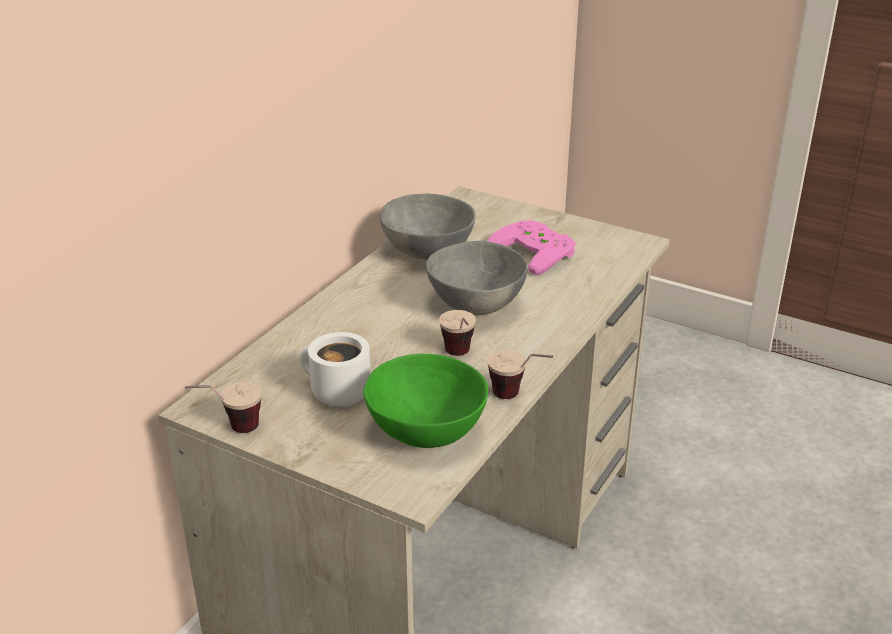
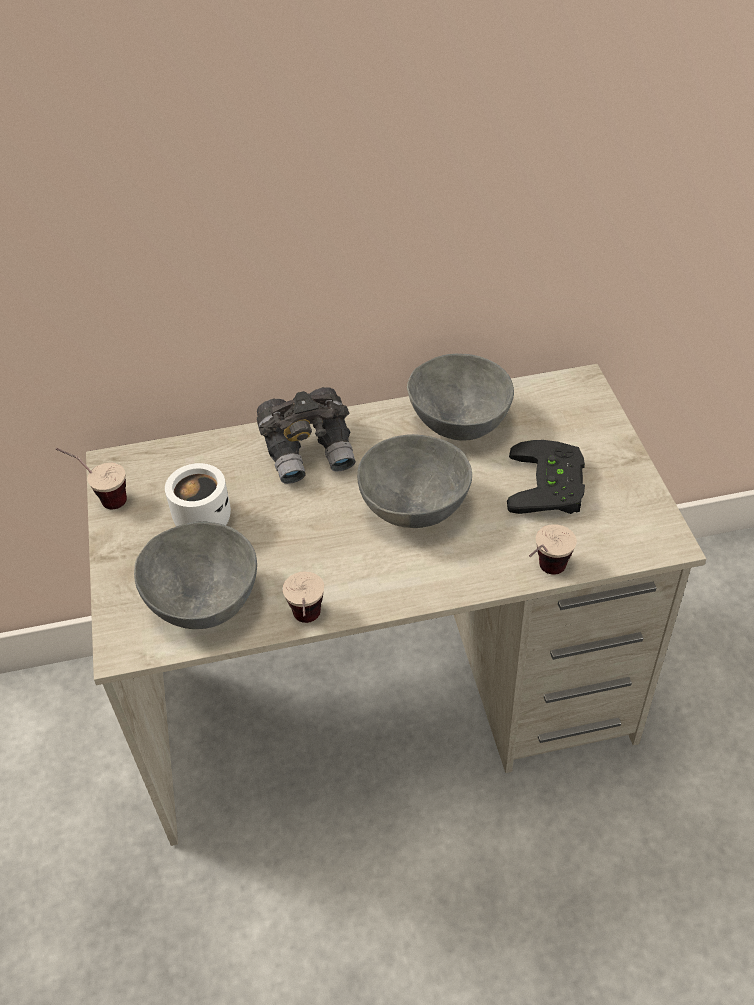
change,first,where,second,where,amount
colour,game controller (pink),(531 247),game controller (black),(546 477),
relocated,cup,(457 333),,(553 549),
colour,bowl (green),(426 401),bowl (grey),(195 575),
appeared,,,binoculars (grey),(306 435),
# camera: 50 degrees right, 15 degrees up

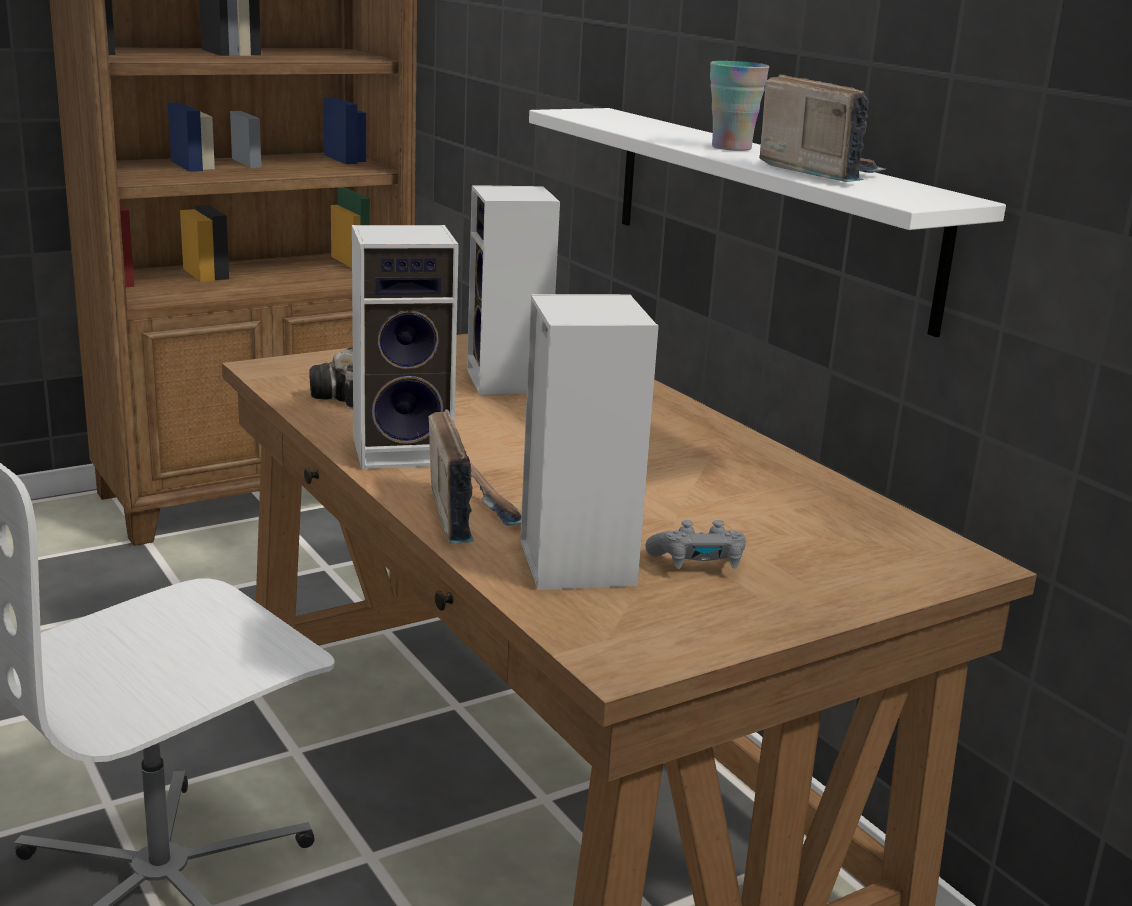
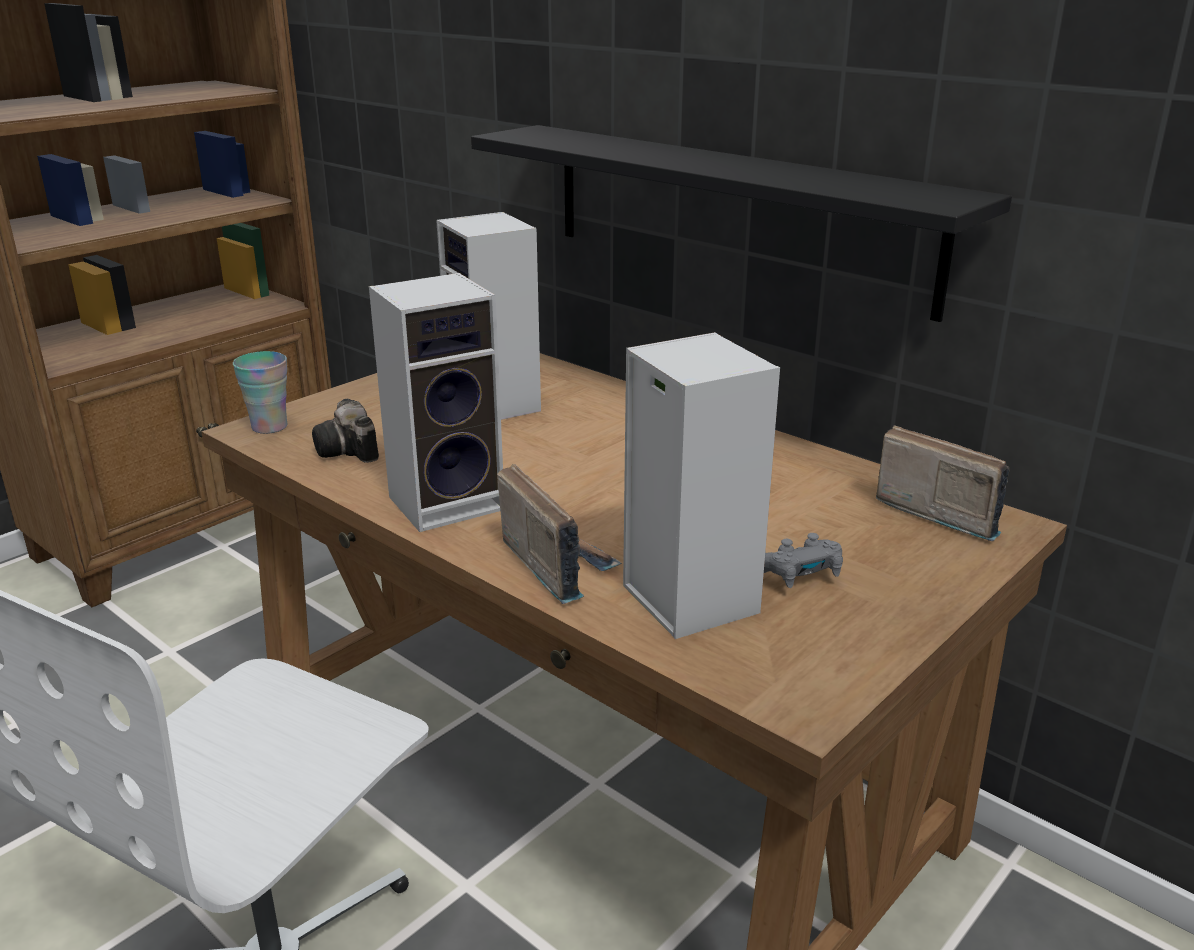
change,first,where,second,where,amount
relocated,cup,(739 106),,(260 392),
relocated,radio,(822 128),,(943 483),
colour,shelf (white),(767 222),shelf (black),(741 223),
# camera: 15 degrees left, 5 degrees up

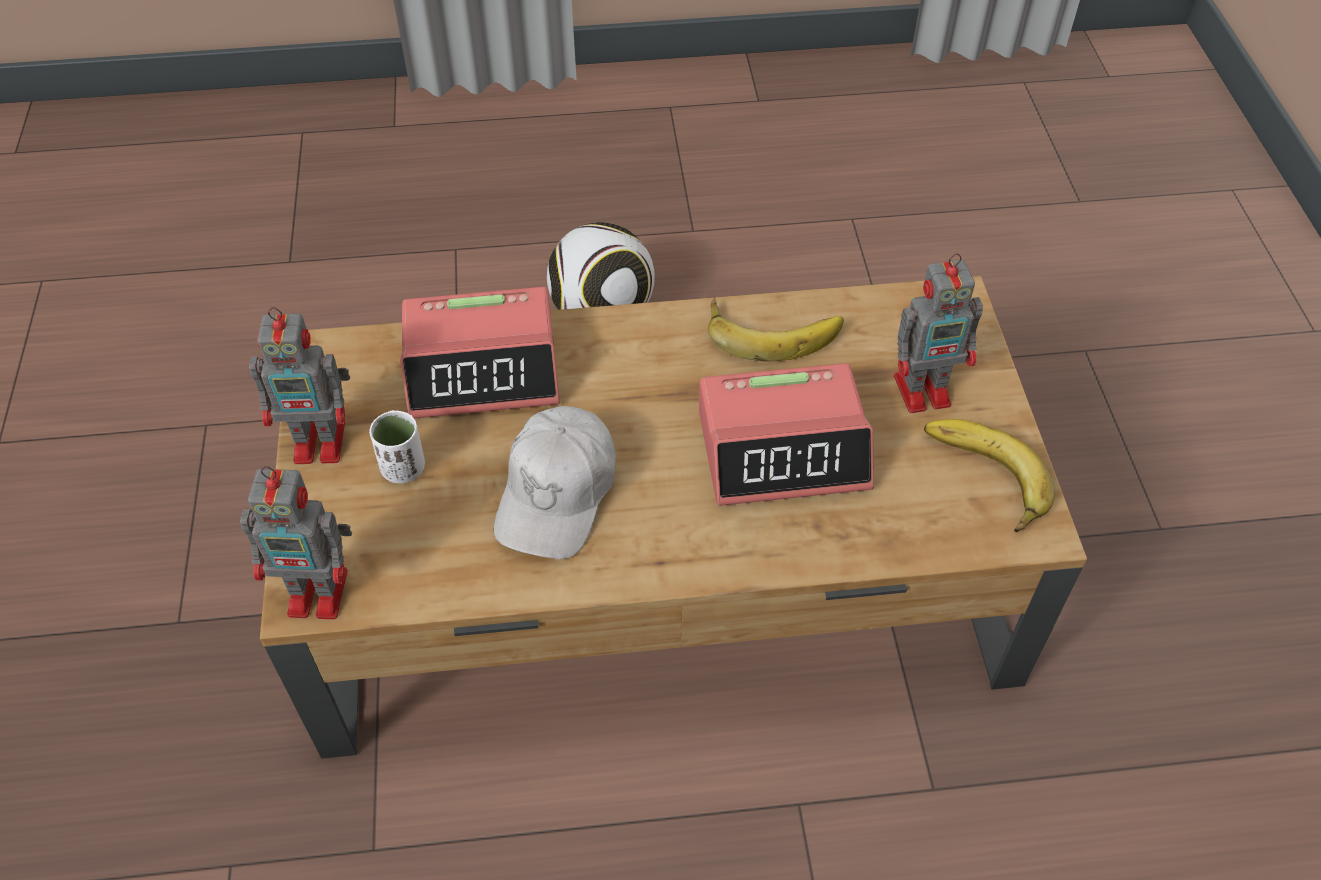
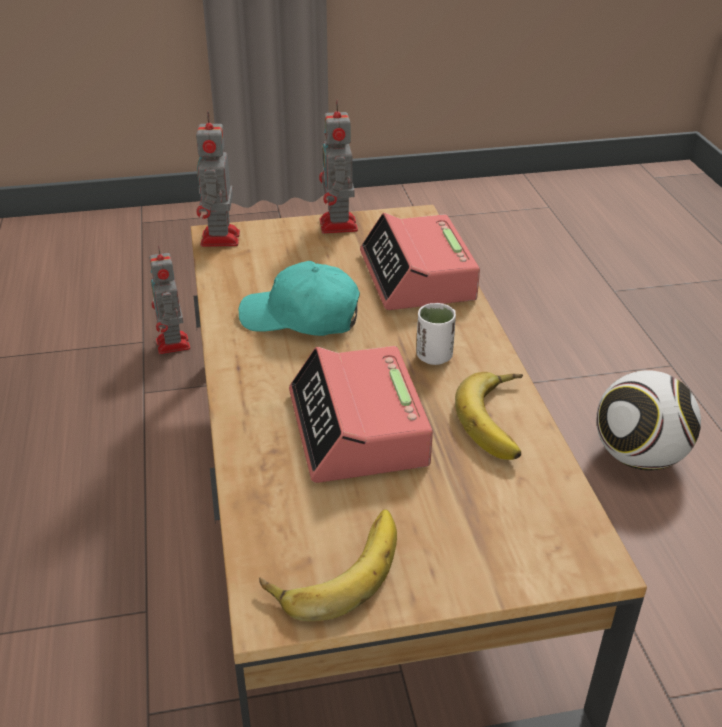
change,first,where,second,where,amount
relocated,toy robot,(938 333),,(169 299),
colour,cap (white),(555 482),cap (turquoise),(299 298),
relocated,cup (white),(397 447),,(436 334),
# camera: 85 degrees right, 15 degrees down

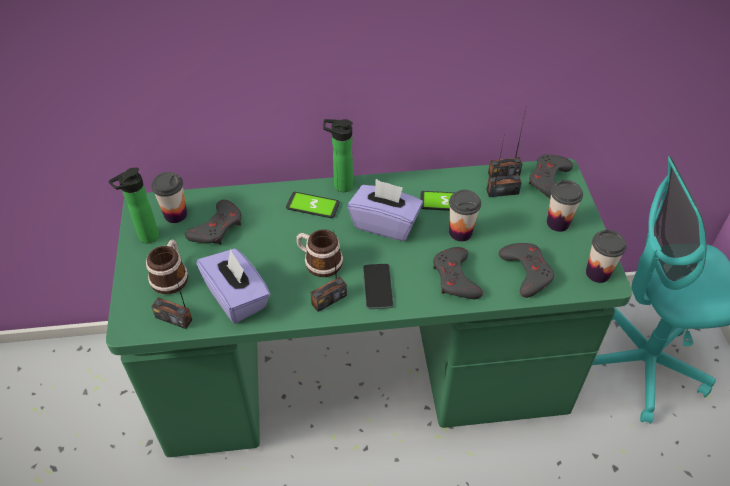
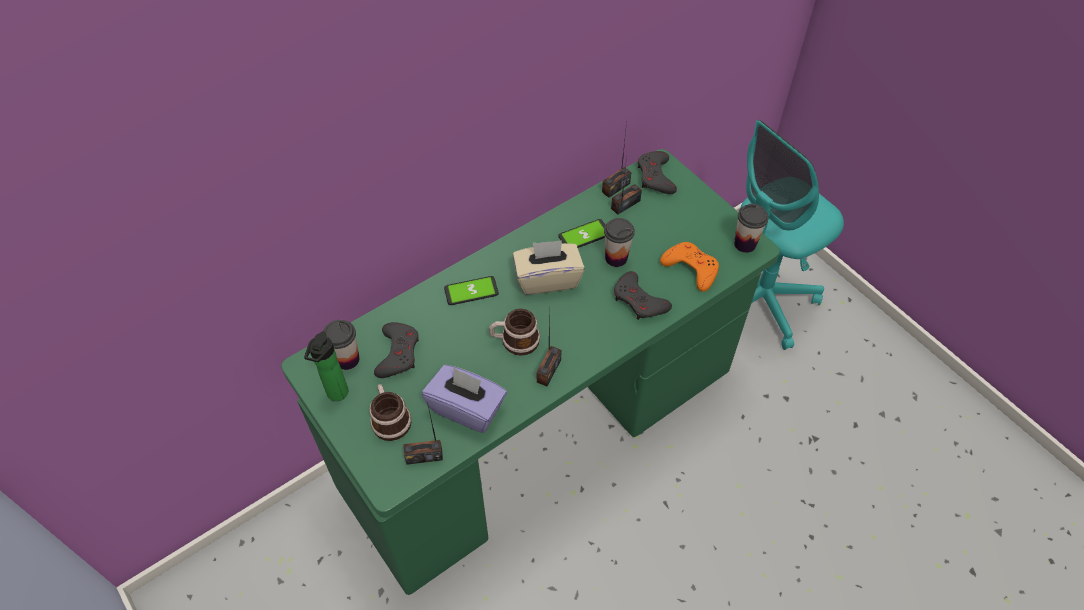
change,first,where,second,where,amount
missing,bottle,(338 155),,,
colour,tissue box (purple),(385 210),tissue box (beige),(549 267),
missing,cup,(565 206),,,
colour,game controller (grey),(526 270),game controller (orange),(689 267),
missing,phone,(378 286),,,
# camera: 30 degrees left, 5 degrees up

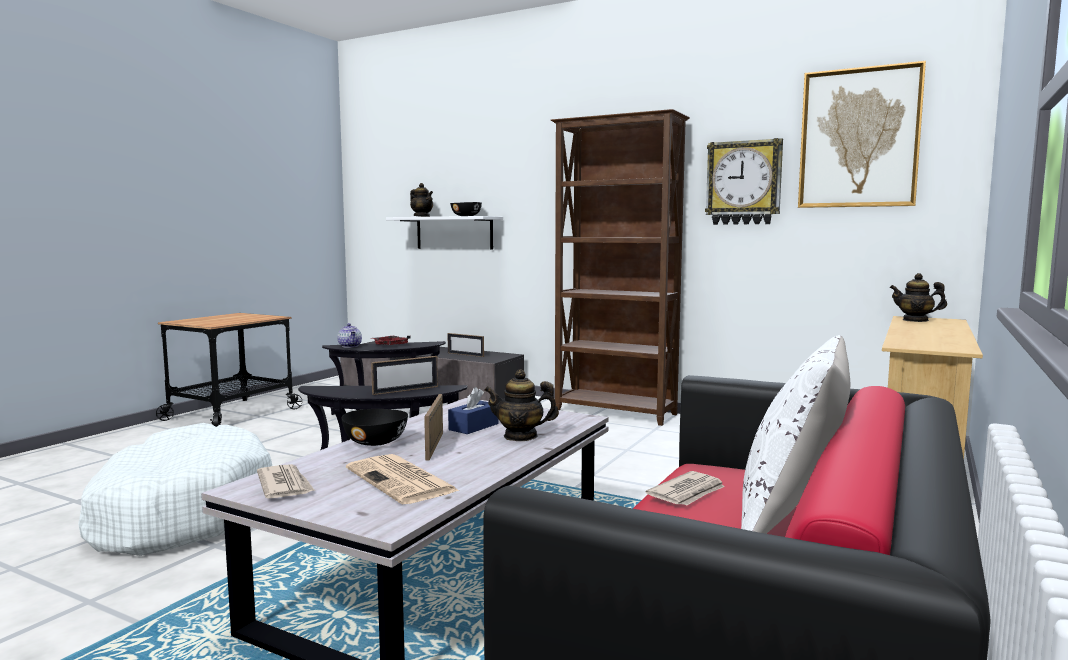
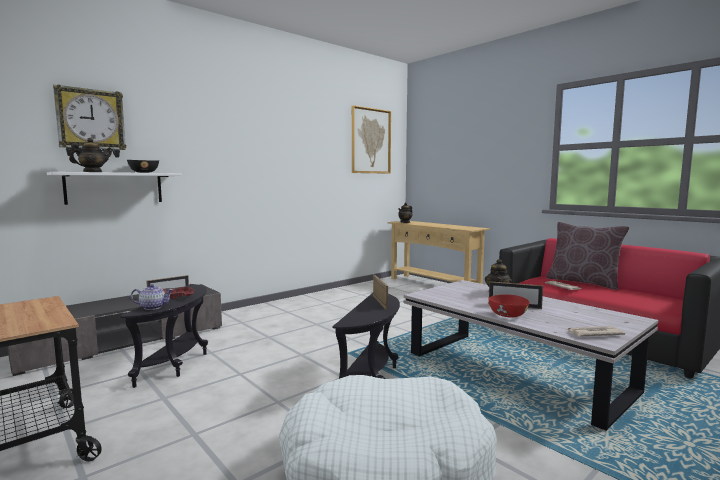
change,first,where,second,where,amount
missing,bookcase (brown),(620 267),,,
relocated,wall clock,(744 181),,(90 120),
colour,pillow (white),(795 434),pillow (brown),(587 256),
missing,tissue box (blue),(473 410),,,
colour,bowl (black),(374 427),bowl (red),(509 306),
missing,newspaper,(403 479),,,
# camera: 70 degrees left, 0 degrees up

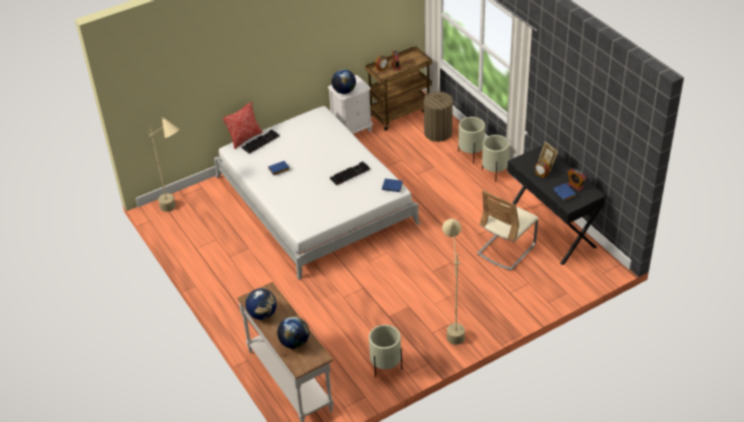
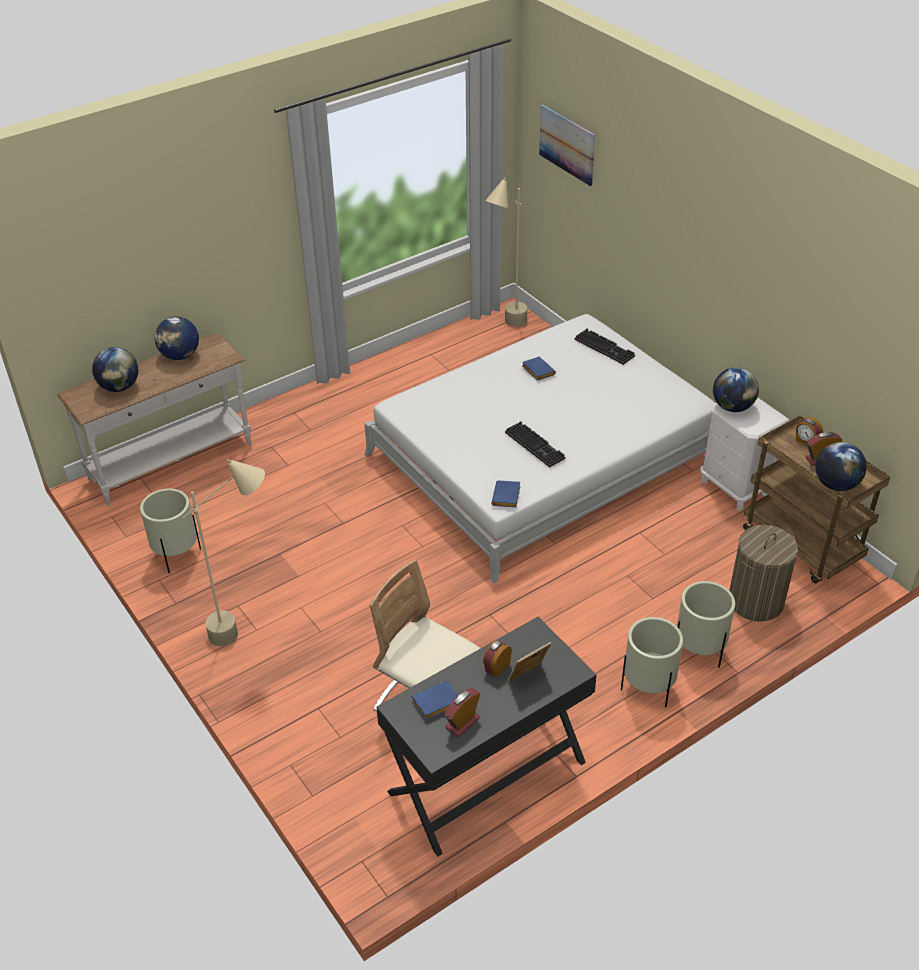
change,first,where,second,where,amount
missing,pillow,(243 125),,,
appeared,,,picture,(567 145),
appeared,,,globe,(841 466),
# camera: 85 degrees right, 0 degrees up

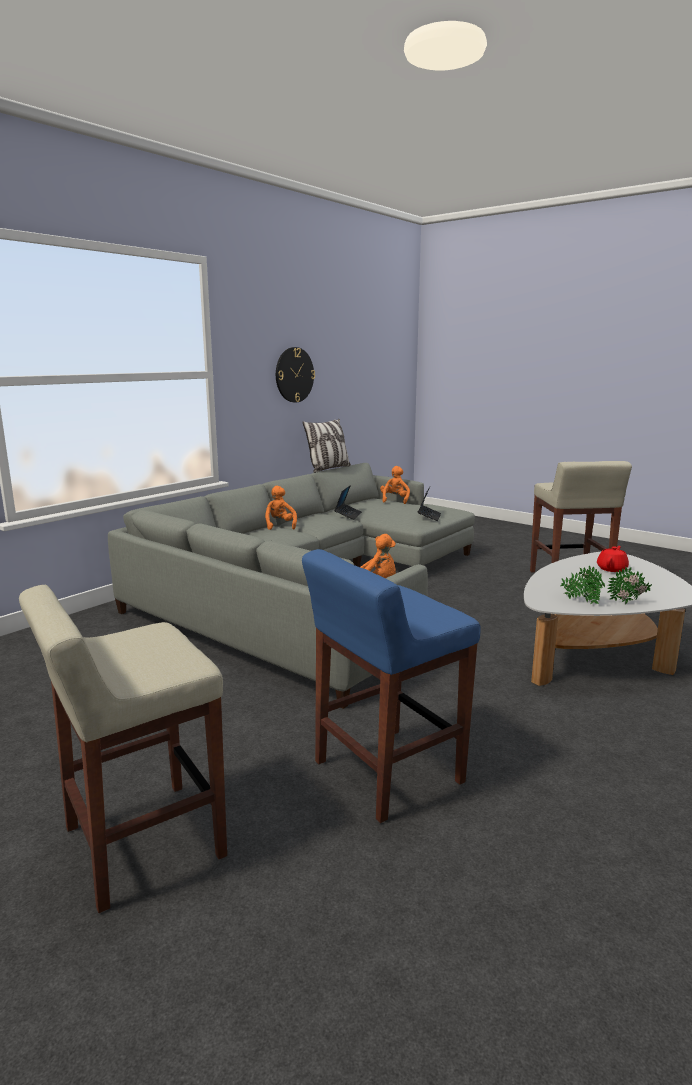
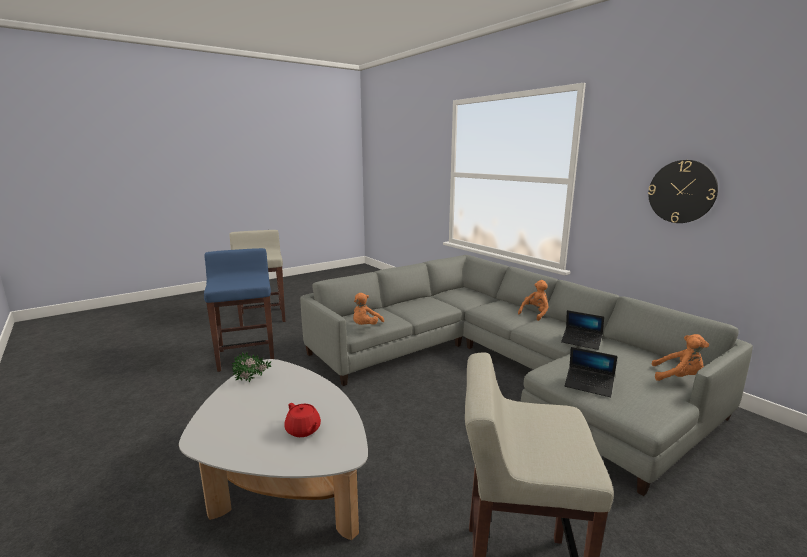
change,first,where,second,where,amount
missing,pillow,(326 446),,,
spun,plush toy (orange),(281 508),,(533 300),45 degrees counterclockwise
missing,potted plant,(629 585),,,
# camera: 105 degrees right, 0 degrees up

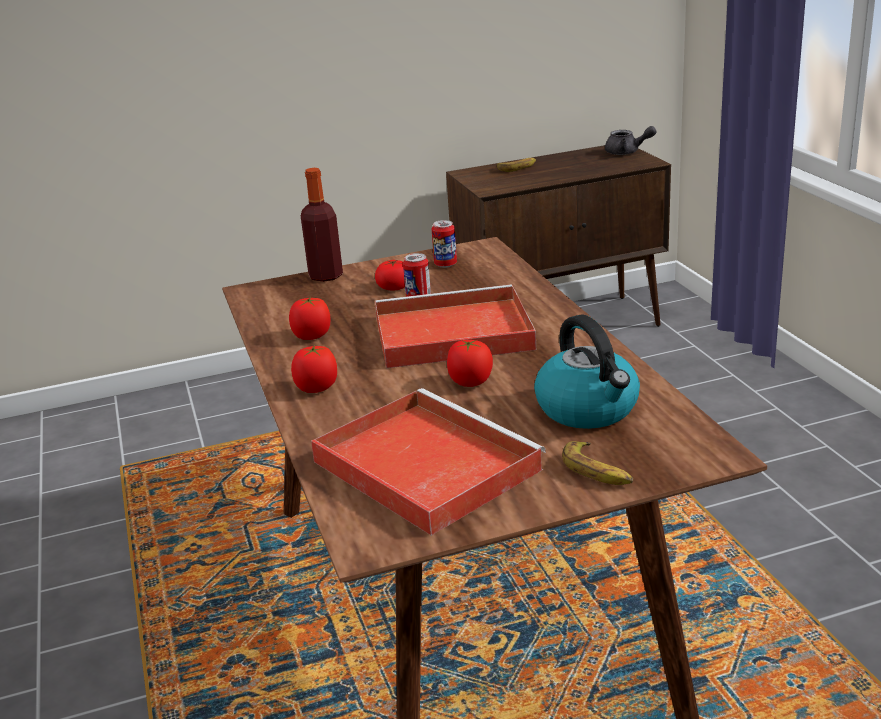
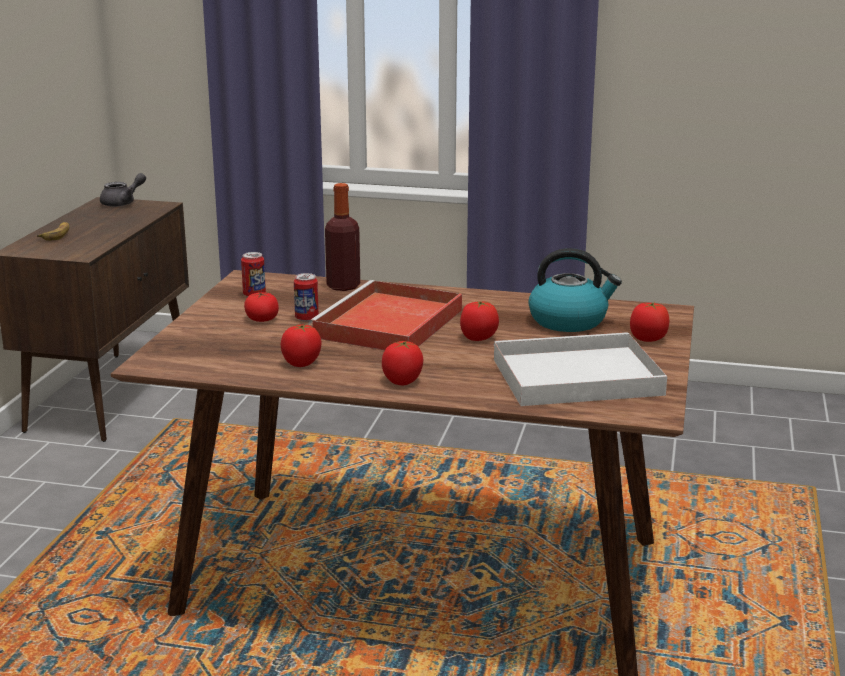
change,first,where,second,where,amount
relocated,bottle,(322 225),,(342 237),
colour,tray (red),(428 462),tray (white),(580 369),
exchanged,banana,(597 463),tomato,(649 322),
# camera: 60 degrees left, 5 degrees down

